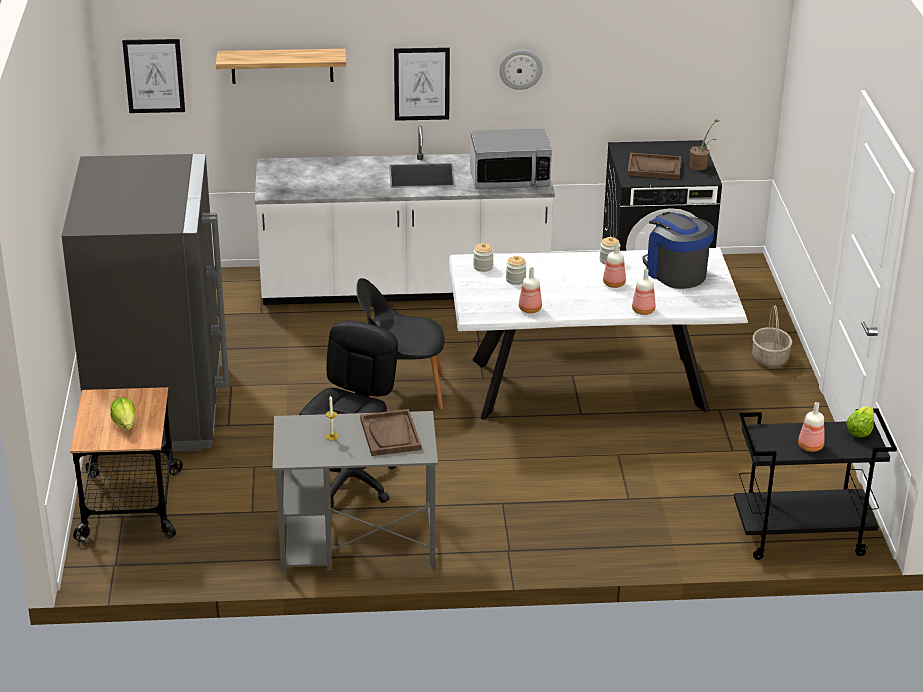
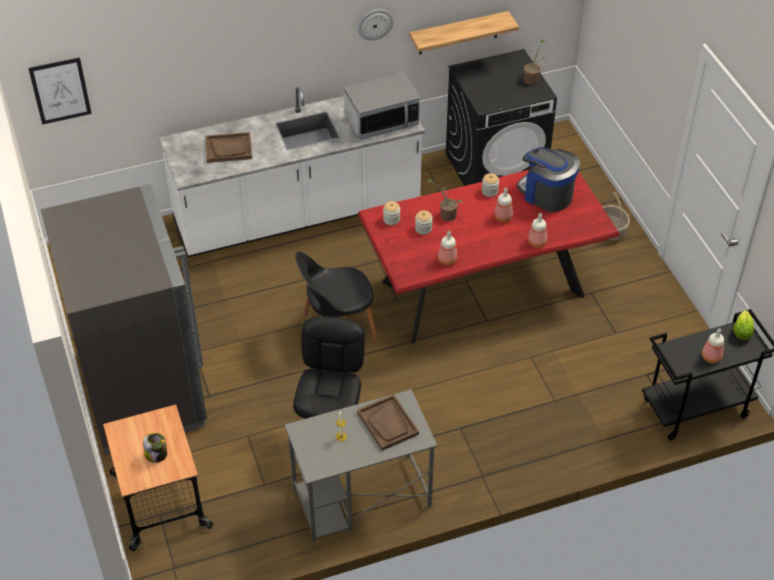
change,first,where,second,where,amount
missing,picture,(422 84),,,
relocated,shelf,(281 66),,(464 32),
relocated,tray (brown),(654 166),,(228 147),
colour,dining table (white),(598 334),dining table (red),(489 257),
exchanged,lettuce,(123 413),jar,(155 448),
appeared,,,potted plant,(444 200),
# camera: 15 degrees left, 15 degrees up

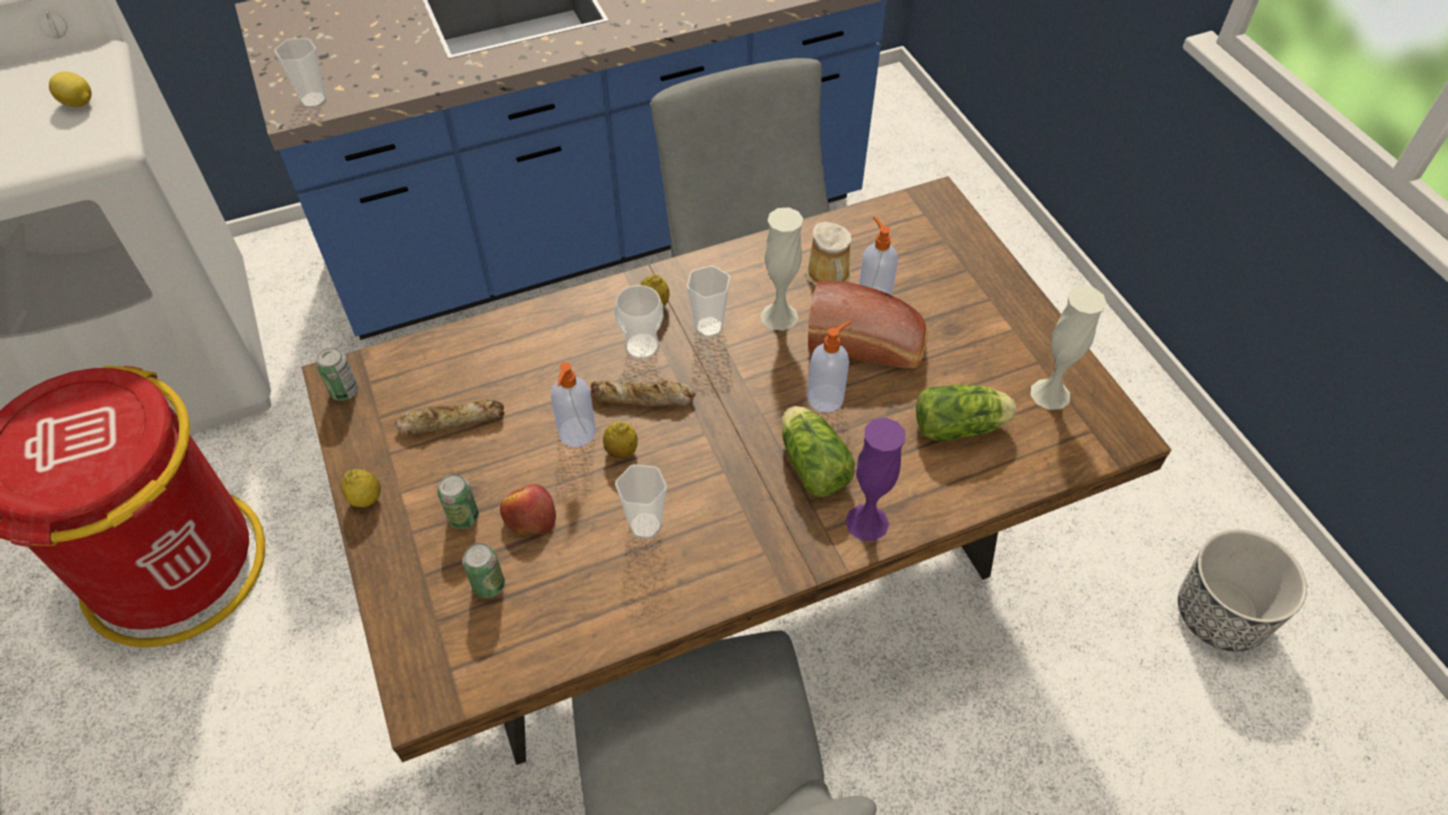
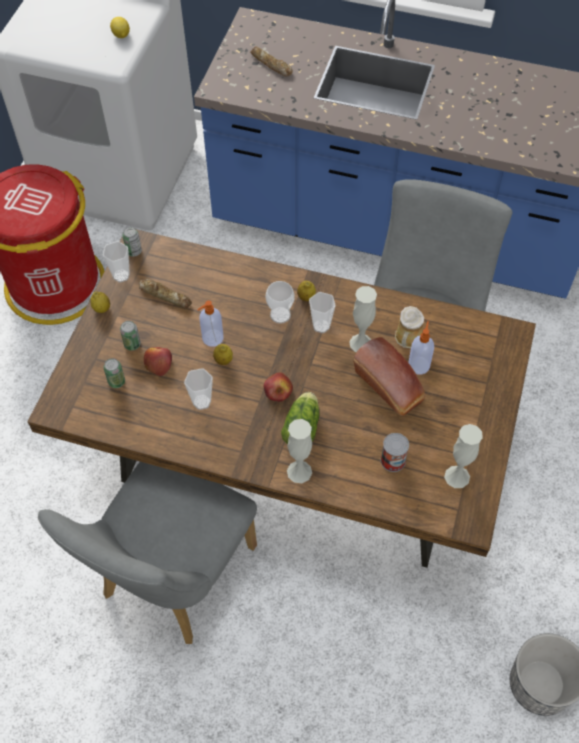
change,first,where,second,where,amount
relocated,cup,(300 73),,(116 262),
missing,soap dispenser,(829 367),,,
relocated,bread,(643 394),,(271 61),
exchanged,lettuce,(966 413),can,(395 452),
colour,vase (purple),(875 479),vase (white),(299 451),
appeared,,,apple,(278 387),
# camera: 40 degrees right, 5 degrees up

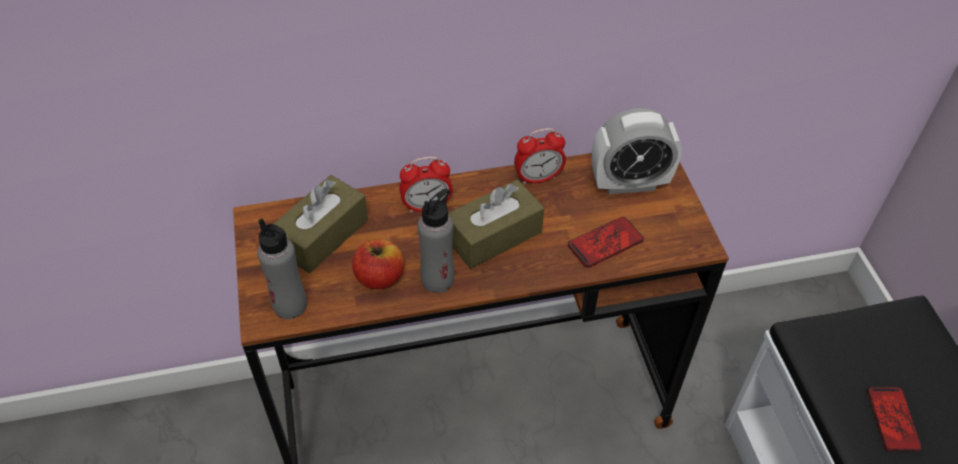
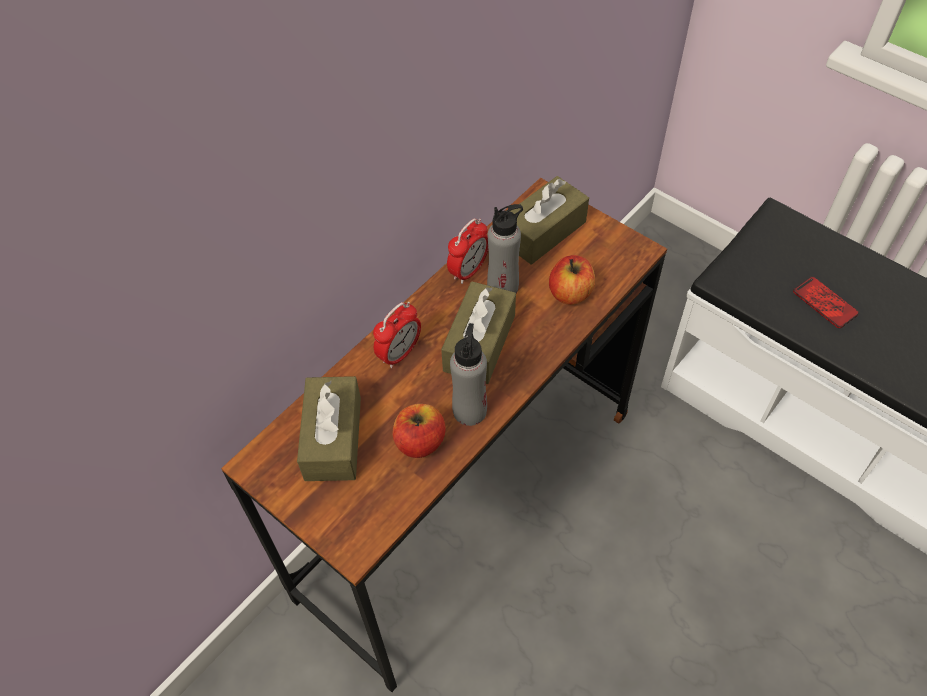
change,first,where,second,where,amount
exchanged,alarm clock,(637 151),tissue box (brown),(549 220),
exchanged,phone,(606 242),apple,(572 280),
relocated,bottle (grey),(282 269),,(505 249),
# camera: 35 degrees left, 5 degrees up

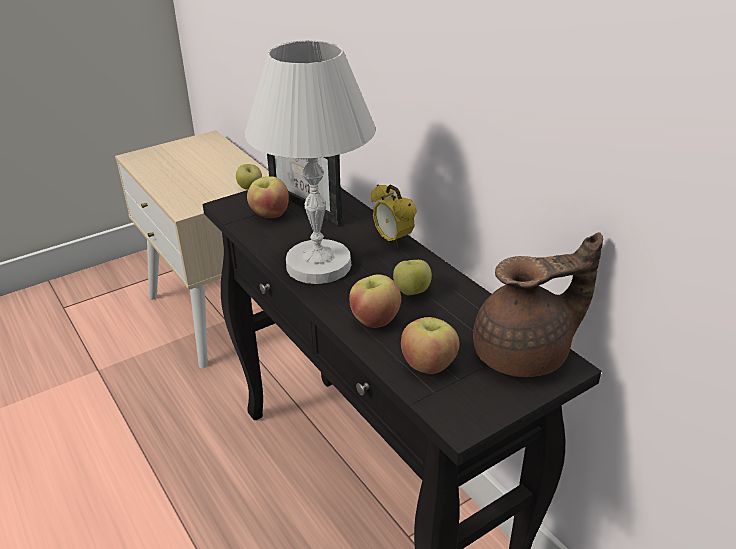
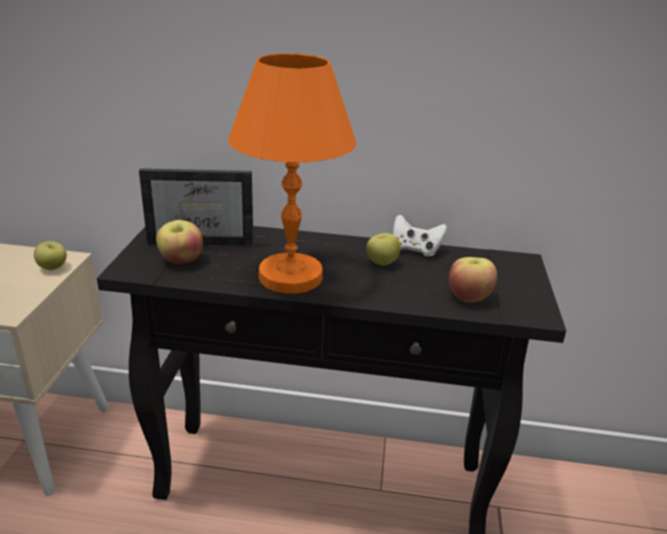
change,first,where,second,where,amount
colour,table lamp (white),(310 162),table lamp (orange),(292 173),
missing,alarm clock,(394 215),,,
missing,teapot (brown),(538 304),,,
missing,apple,(375 301),,,
appeared,,,game controller (white),(420 235),
# camera: 50 degrees left, 5 degrees down

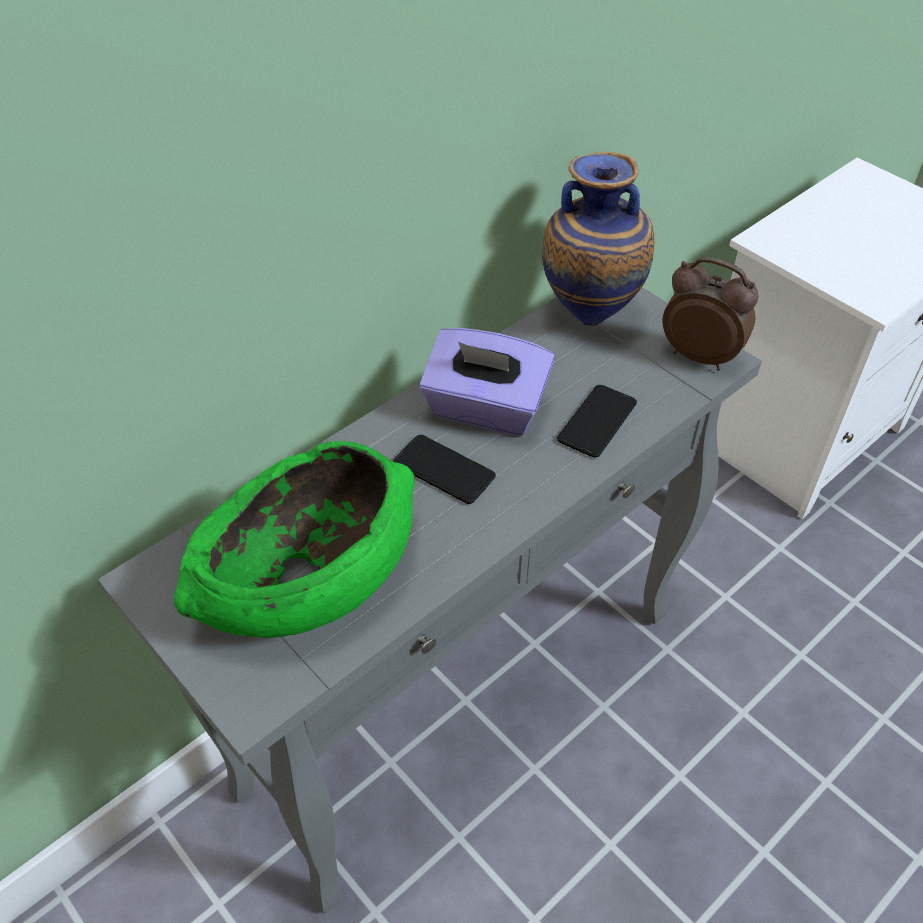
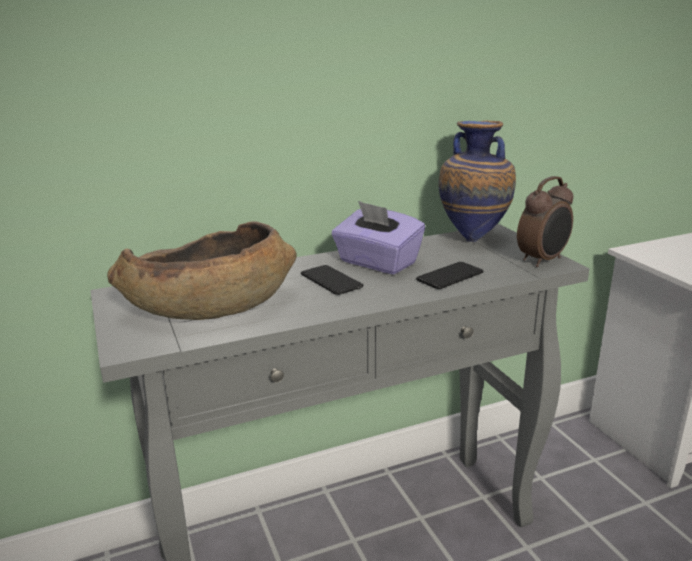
change,first,where,second,where,amount
spun,alarm clock,(711 314),,(545 221),90 degrees clockwise
colour,bowl (green),(294 539),bowl (brown),(201 270),
# camera: 20 degrees right, 25 degrees down

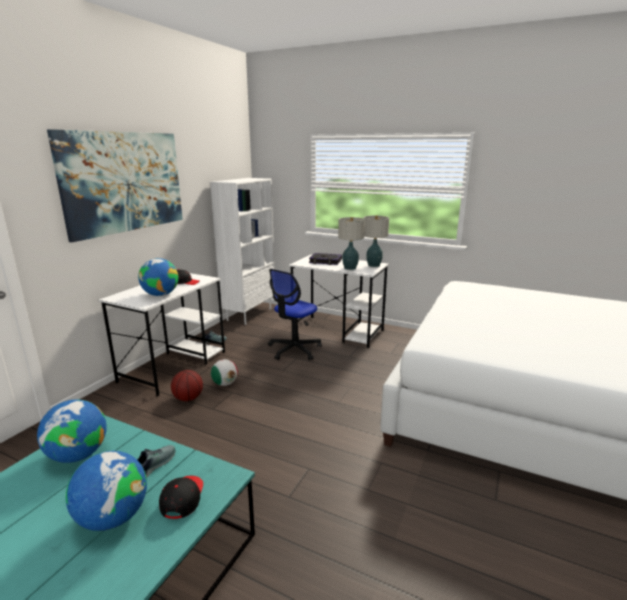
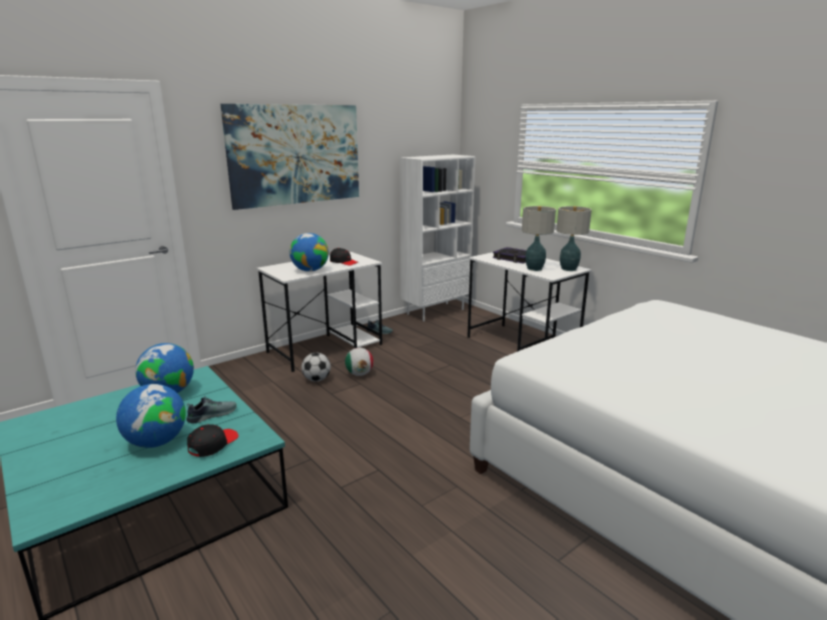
change,first,where,second,where,amount
missing,office chair,(295 314),,,
exchanged,basketball,(187 385),football,(316 367),
# camera: 25 degrees right, 0 degrees up

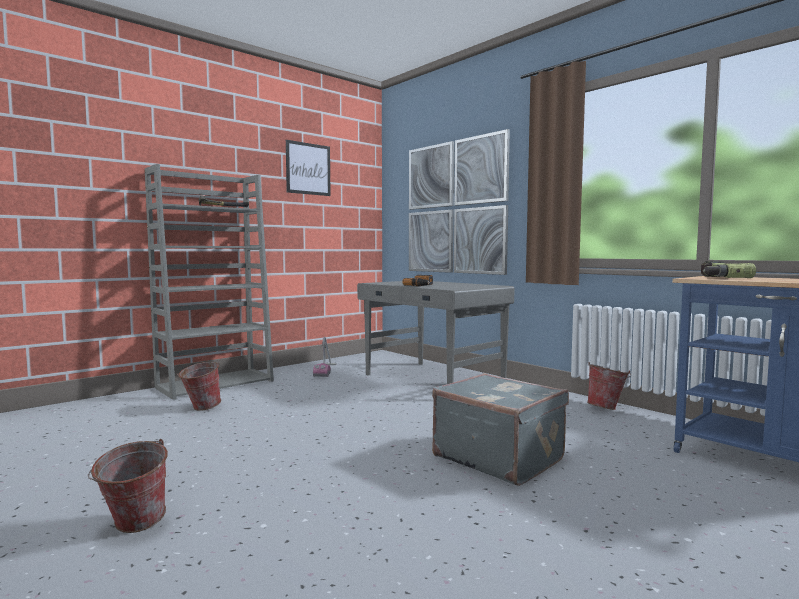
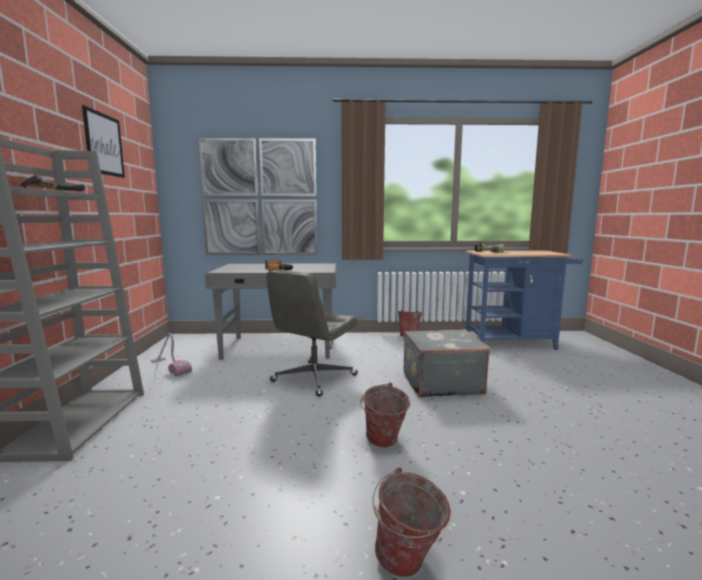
change,first,where,second,where,amount
relocated,bucket,(199 386),,(385 415),
appeared,,,office chair (grey),(312 333),
# camera: 50 degrees left, 5 degrees up

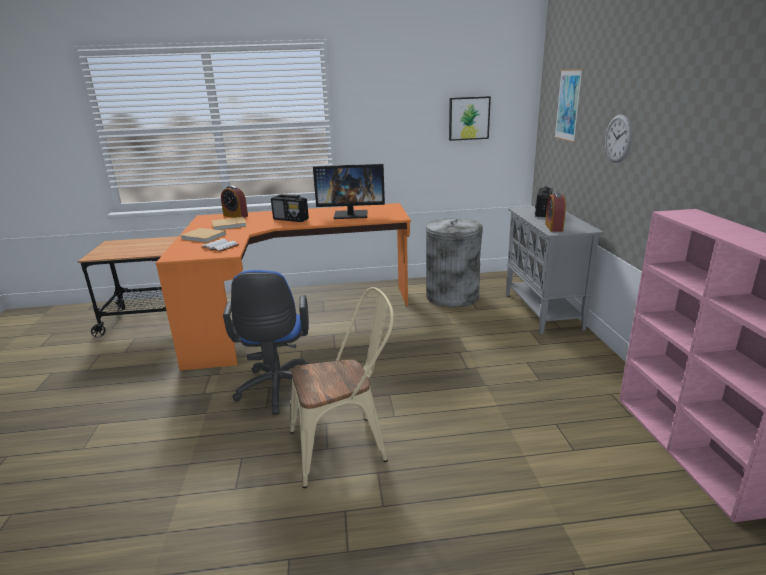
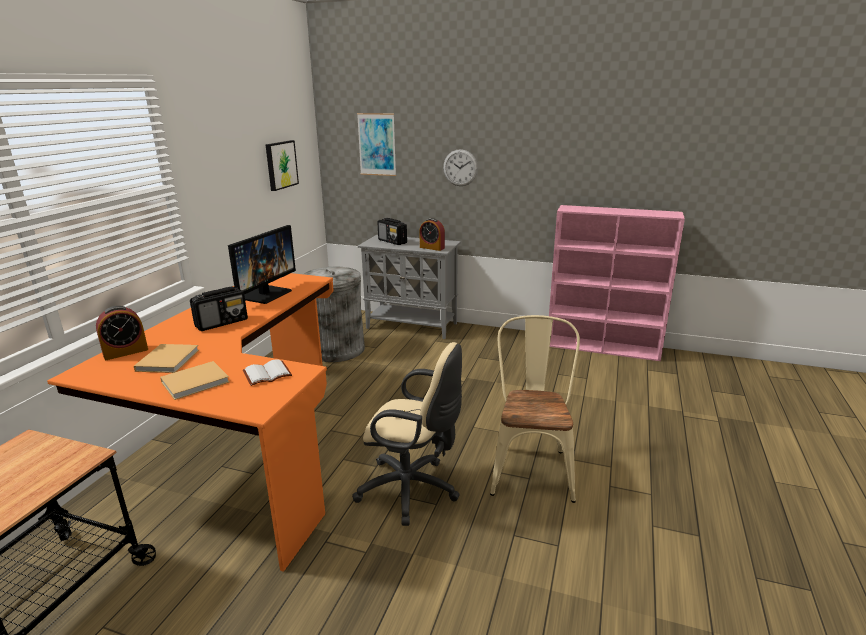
change,first,where,second,where,amount
colour,office chair (blue),(266 342),office chair (beige),(407 434),
# camera: 65 degrees left, 0 degrees up

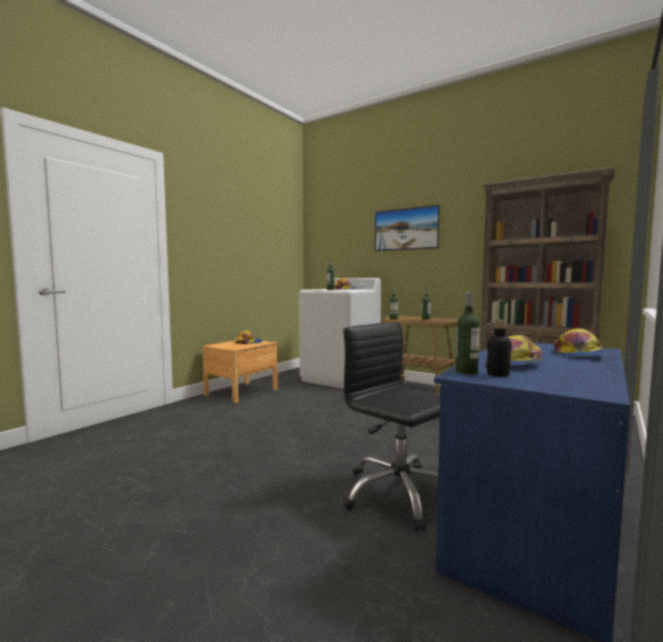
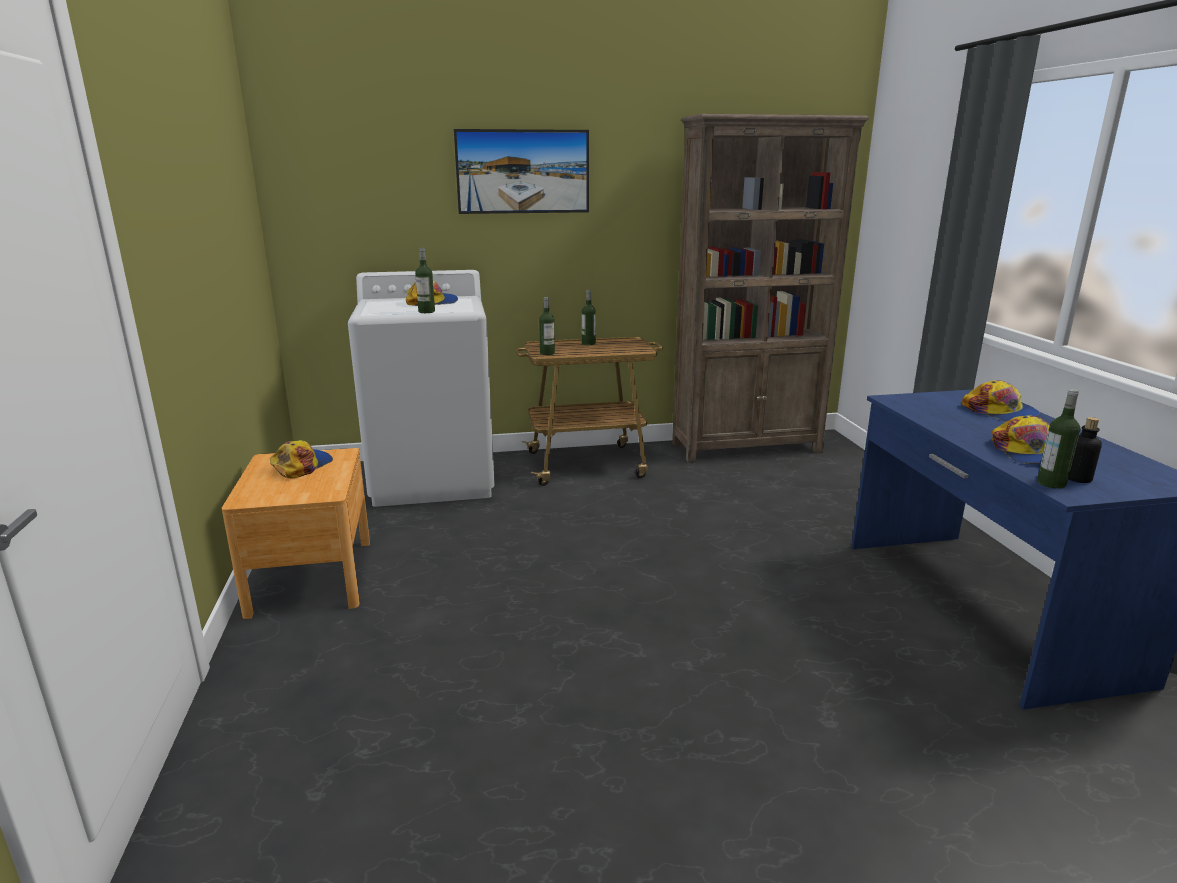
change,first,where,second,where,amount
missing,office chair (black),(391 426),,,
# camera: 45 degrees left, 15 degrees up

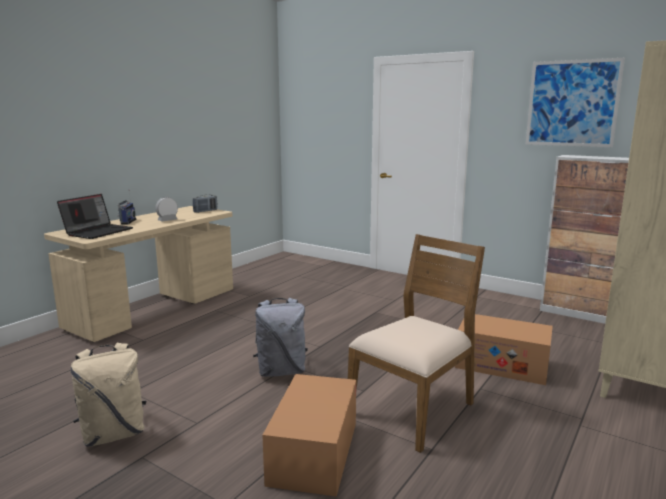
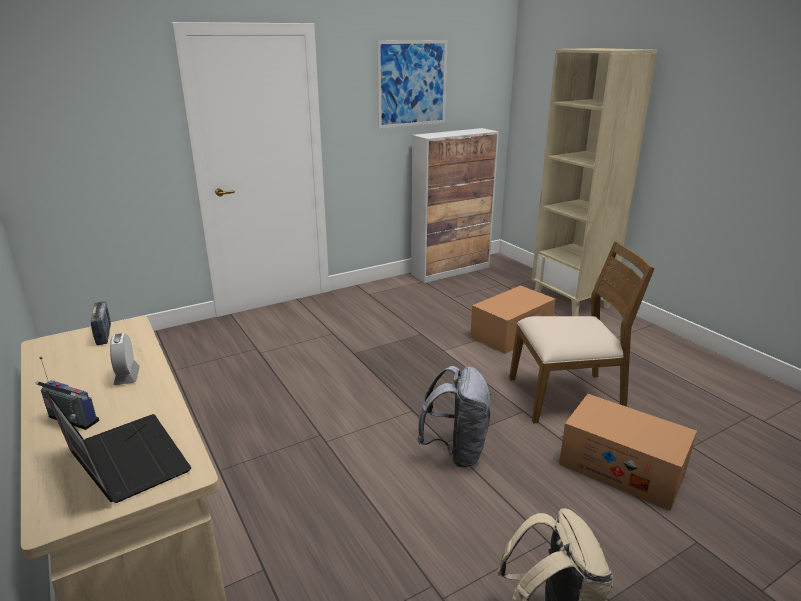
change,first,where,second,where,amount
spun,chair (brown),(416 343),,(582 332),105 degrees clockwise
# camera: 65 degrees left, 10 degrees up

